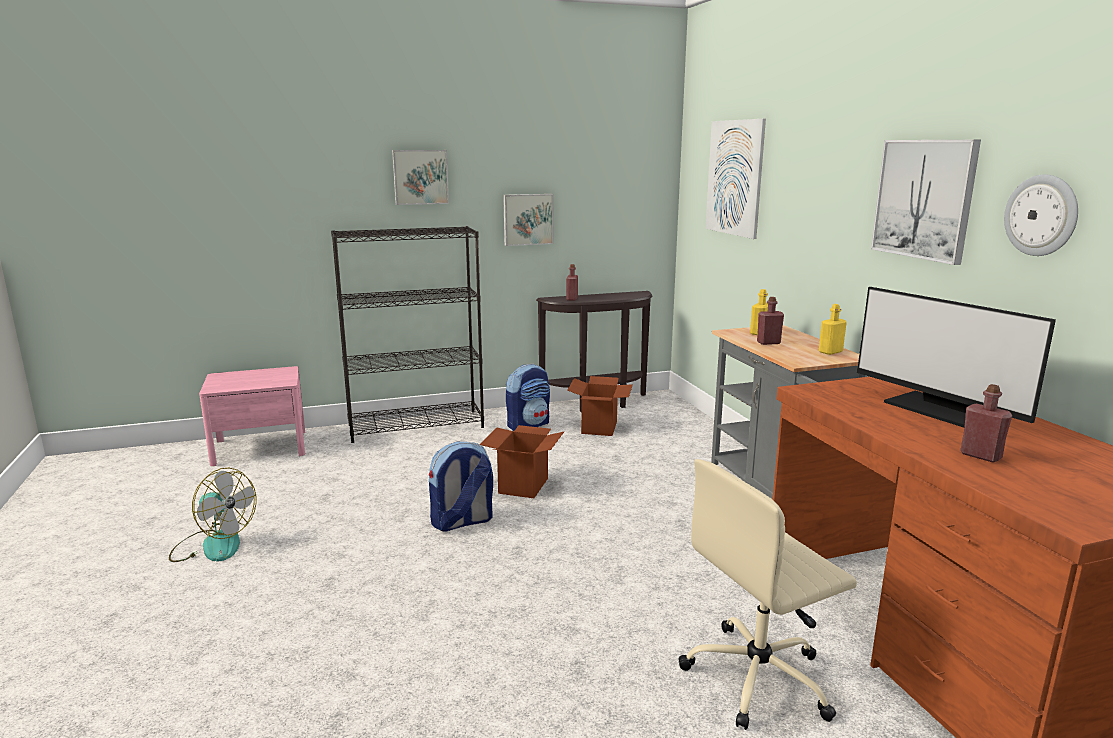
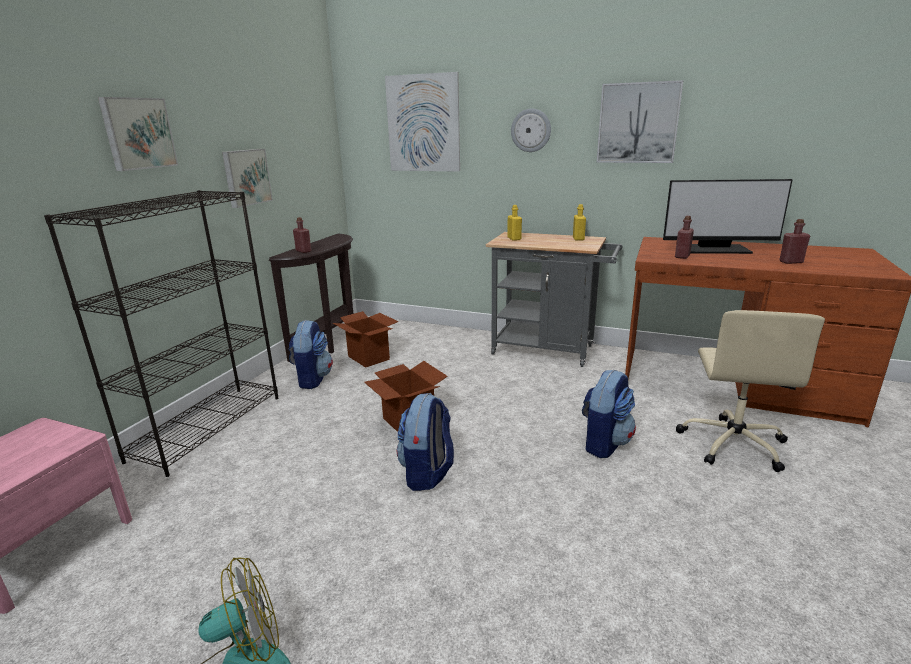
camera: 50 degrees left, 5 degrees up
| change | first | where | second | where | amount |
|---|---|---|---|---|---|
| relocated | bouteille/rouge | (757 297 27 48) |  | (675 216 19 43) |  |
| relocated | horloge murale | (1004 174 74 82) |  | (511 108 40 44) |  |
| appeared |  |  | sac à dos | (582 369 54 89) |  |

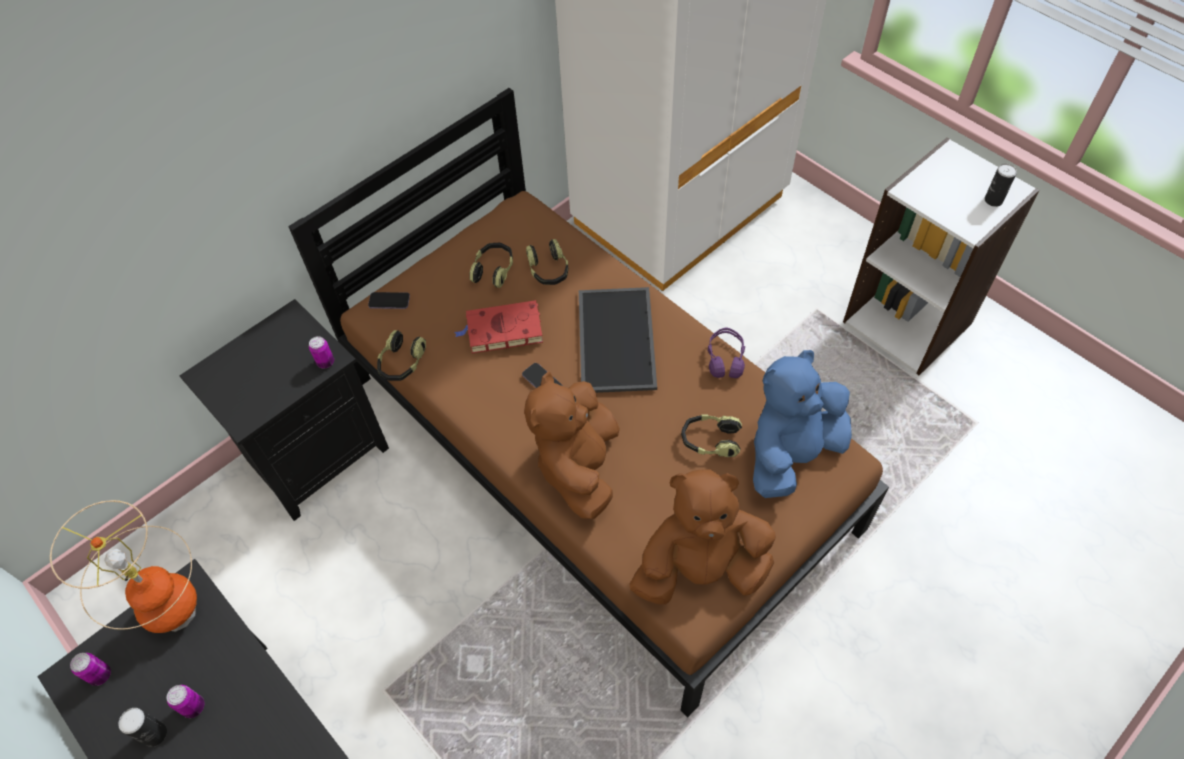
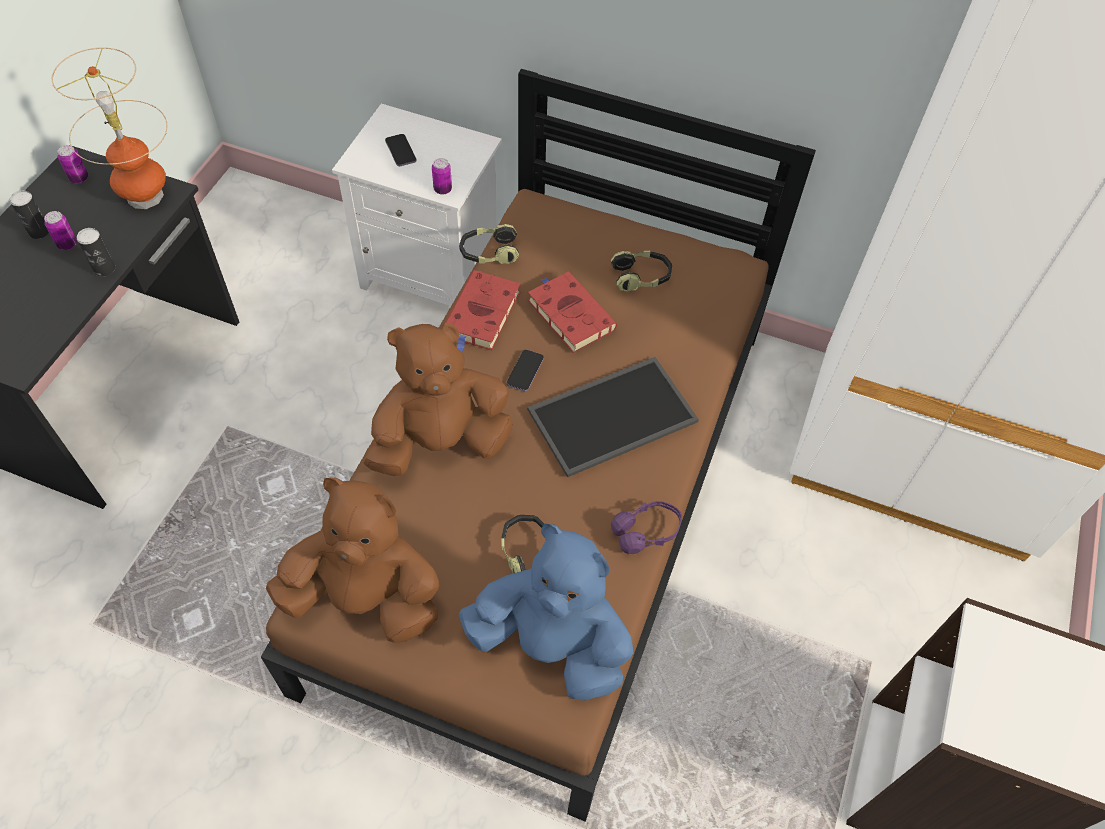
camera: 60 degrees right, 0 degrees up
| change | first | where | second | where | amount |
|---|---|---|---|---|---|
| colour | table de chevet/noir | (179 299 210 222) | table de chevet/blanc | (332 104 170 202) |  |
| relocated | téléphone | (368 292 42 17) |  | (385 134 32 32) |  |
| missing | casque audio | (526 239 42 46) |  |  |  |
| spun | peluche/marron | (630 469 146 136) |  | (266 478 174 165) | 45 degrees counterclockwise |
| relocated | boîte métallique | (985 164 32 43) |  | (77 228 38 49) |  |
| appeared |  |  | livre/rouge | (445 270 75 82) |  |

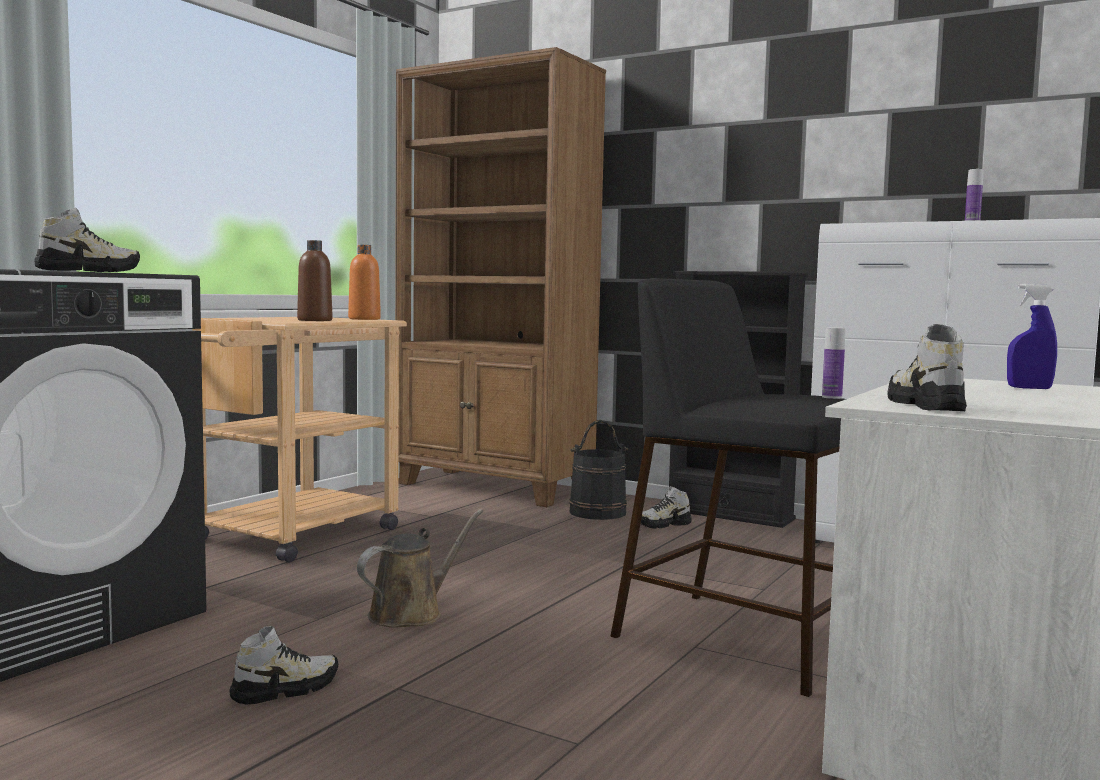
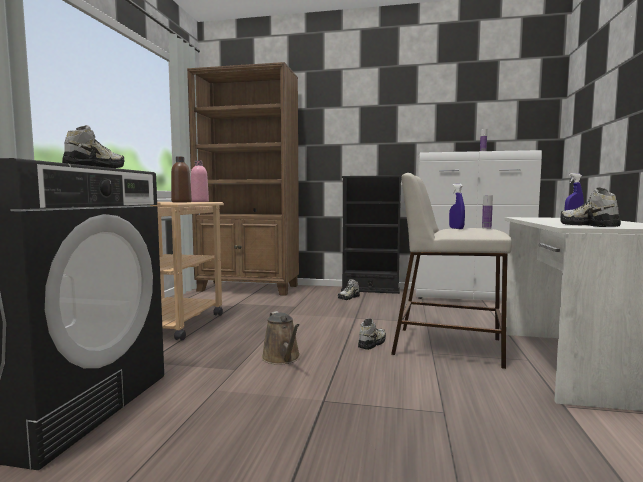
camera: 20 degrees left, 0 degrees up
| change | first | where | second | where | amount |
|---|---|---|---|---|---|
| relocated | chaussure | (229 626 109 78) |  | (358 318 28 32) |  |
| colour | bouteille/orange | (348 245 33 75) | bouteille/rose | (191 160 18 42) |  |
| spun | arrosoir/marron | (357 509 126 119) |  | (262 311 38 54) | 135 degrees clockwise |
| missing | seau/noir | (569 420 59 100) |  |  |  |
| colour | tabouret/noir | (610 278 236 419) | tabouret/beige | (391 173 121 196) |  |
| appeared |  |  | vaporisateur/bleu | (449 184 16 45) |  |

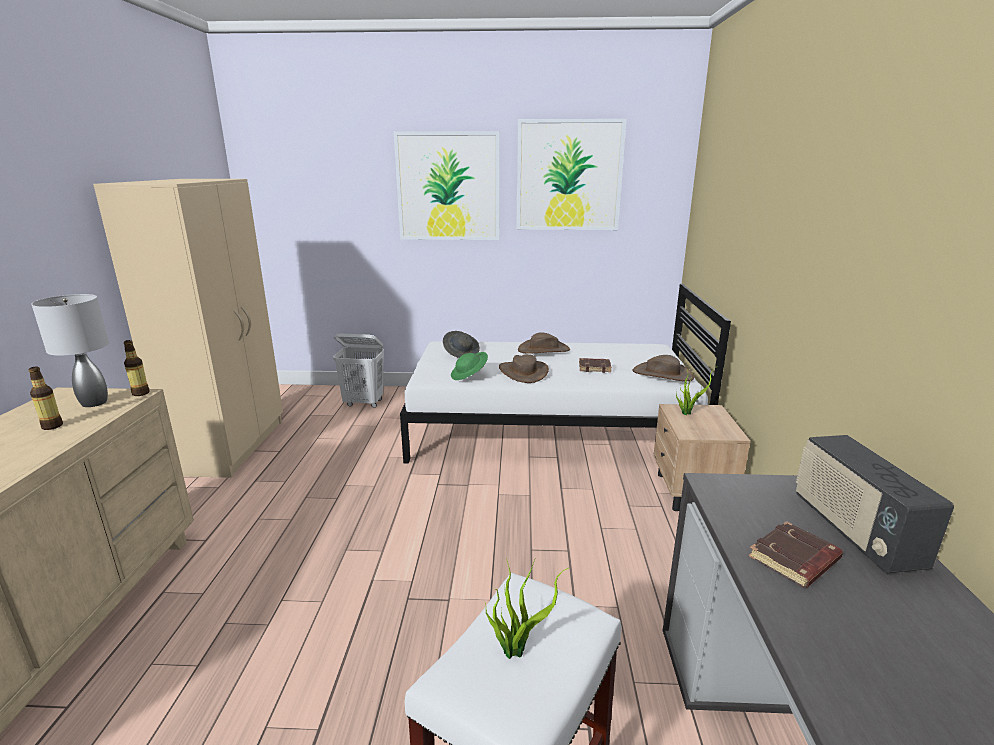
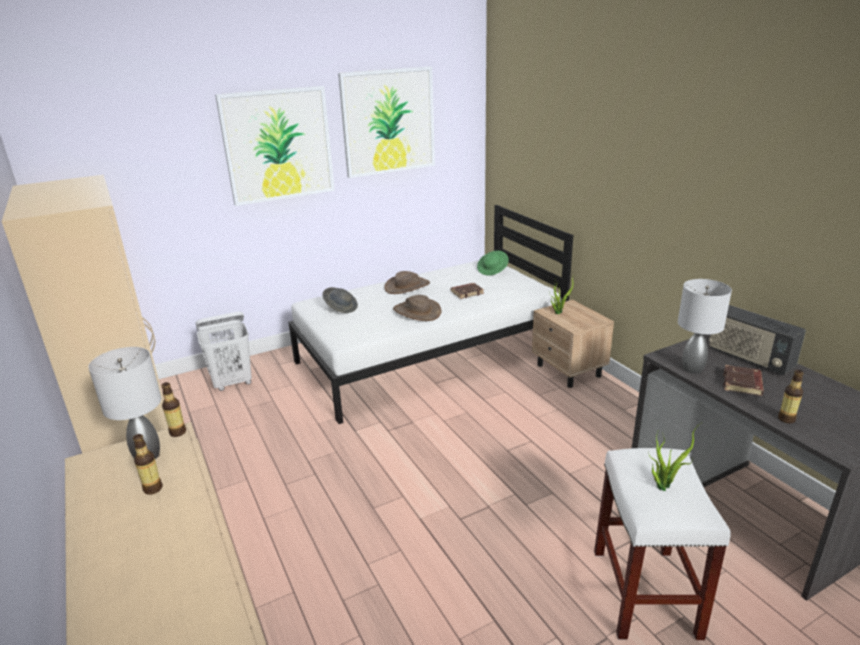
camera: 30 degrees left, 5 degrees up
| change | first | where | second | where | amount |
|---|---|---|---|---|---|
| relocated | chapeau/vert | (451 352 37 28) |  | (477 251 32 25) |  |
| missing | chapeau/marron | (632 355 62 26) |  |  |  |
| appeared |  |  | lampe de table/gris | (678 279 54 95) |  |
| appeared |  |  | bouteille | (778 370 26 53) |  |

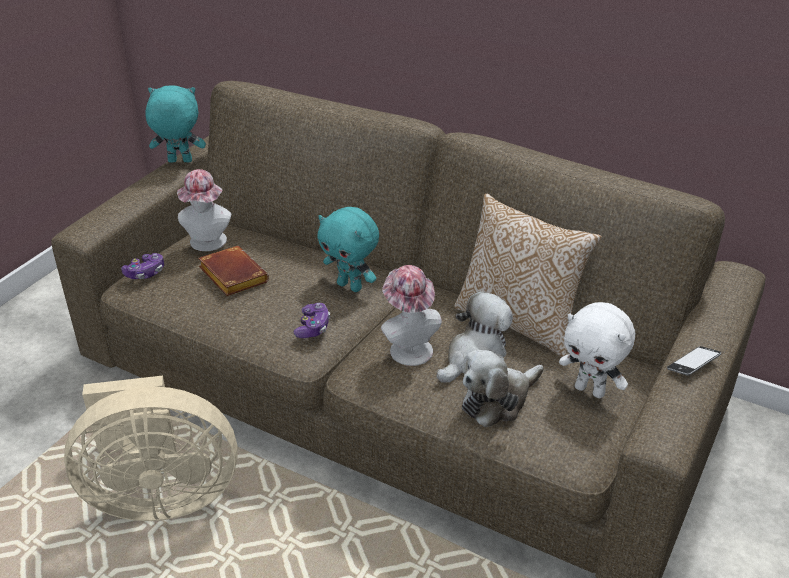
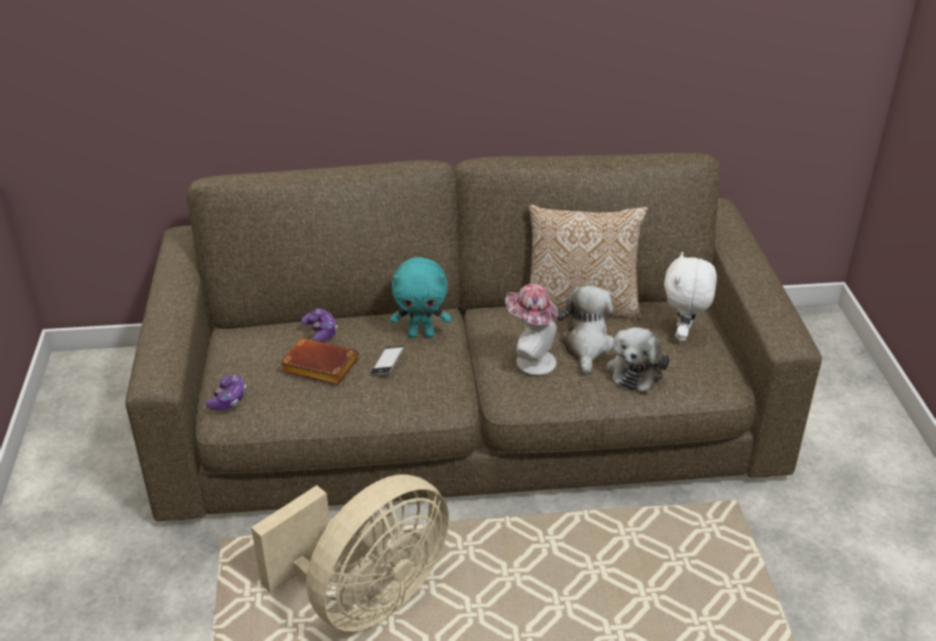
camera: 35 degrees left, 0 degrees up
| change | first | where | second | where | amount |
|---|---|---|---|---|---|
| missing | peluche/turquoise | (145 86 61 77) |  |  |  |
| missing | chapeau | (177 169 55 82) |  |  |  |
| relocated | manette | (294 303 36 35) |  | (301 309 36 33) |  |
| spun | peluche/blanc | (559 302 76 96) |  | (664 251 53 90) | 105 degrees clockwise |
| relocated | téléphone | (667 346 54 29) |  | (370 346 35 30) |  |

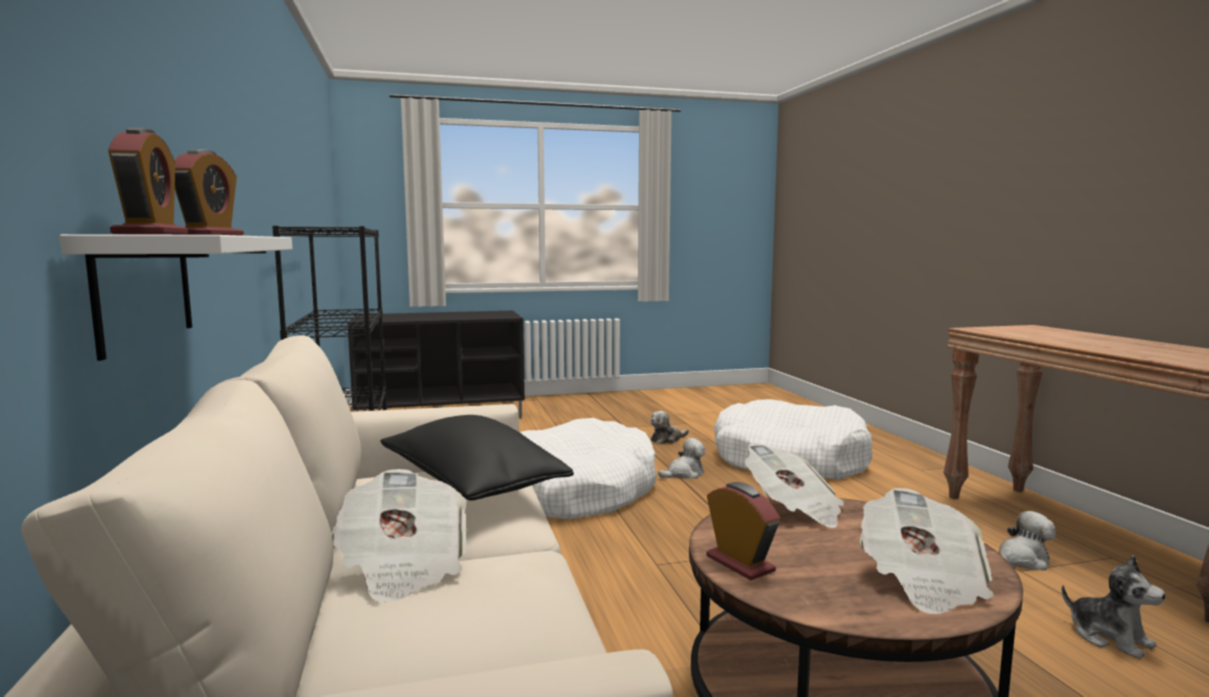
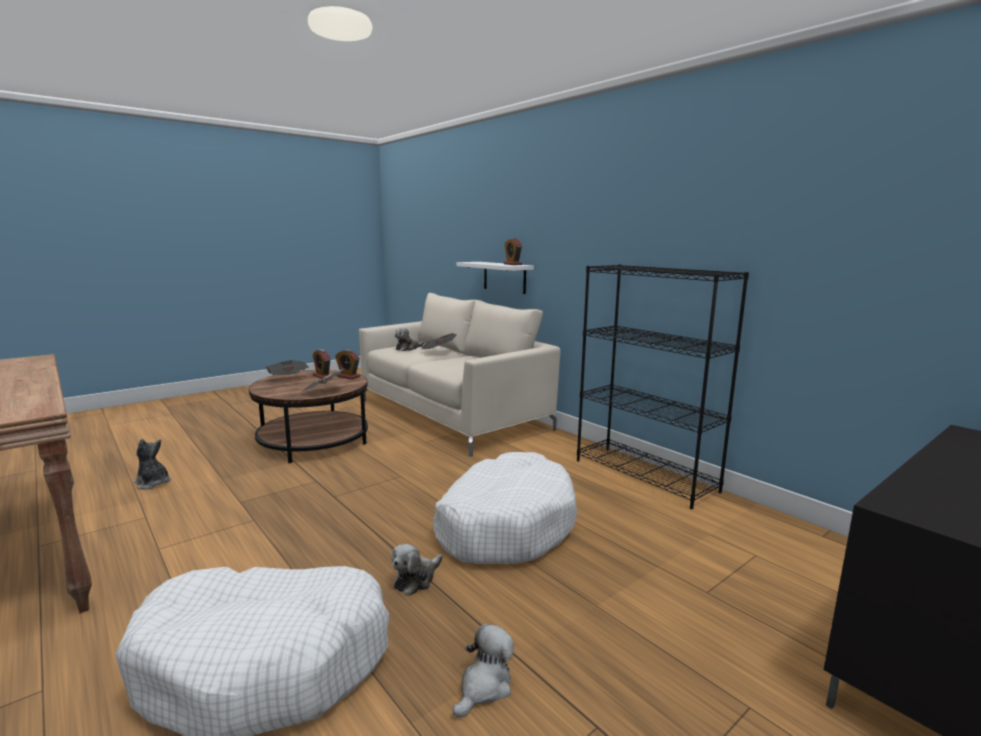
camera: 155 degrees right, 5 degrees up
| change | first | where | second | where | amount |
|---|---|---|---|---|---|
| relocated | réveil | (108 127 80 108) |  | (313 349 18 30) |  |
| missing | coussin/noir | (381 415 193 85) |  |  |  |
| relocated | peluche | (999 511 57 60) |  | (395 327 29 24) |  |

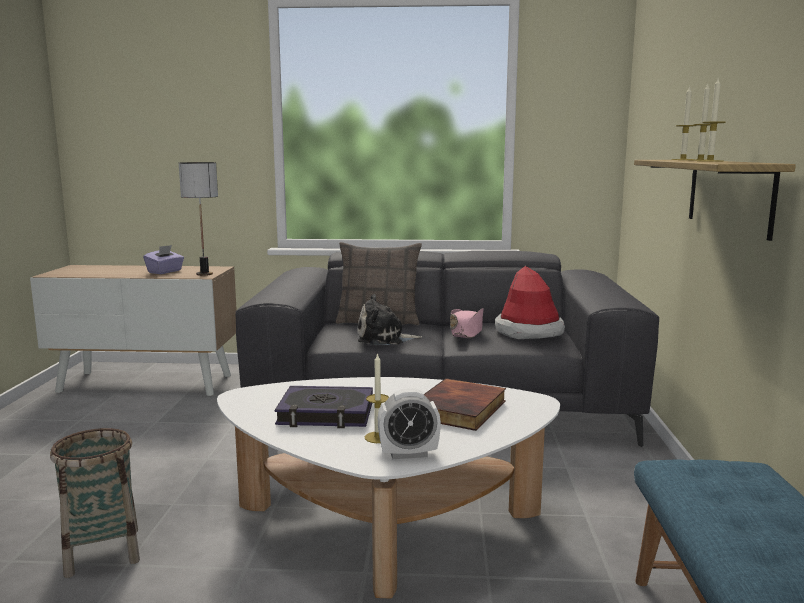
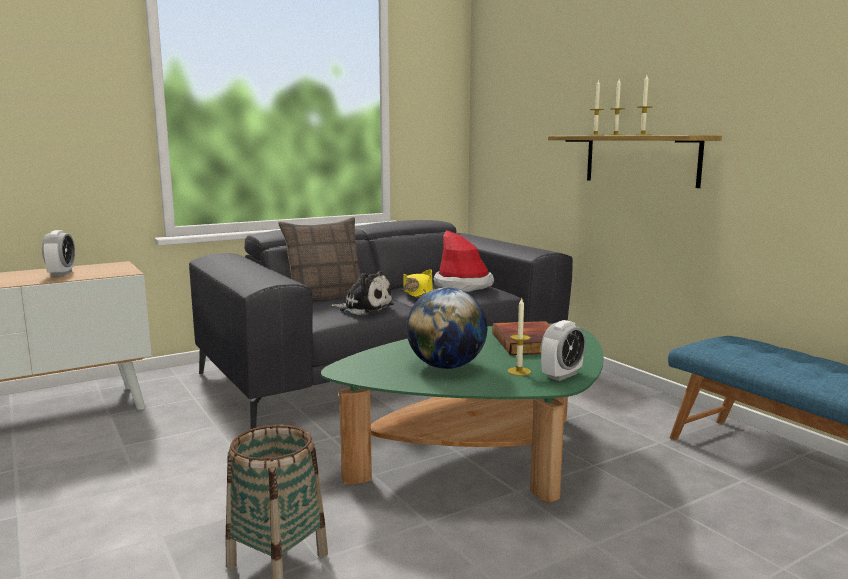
camera: 35 degrees left, 0 degrees up
| change | first | where | second | where | amount |
|---|---|---|---|---|---|
| exchanged | boîte à mouchoirs/violet | (143 245 41 29) | réveil | (42 230 33 47) |  |
| missing | lampe de table | (179 162 39 114) |  |  |  |
| colour | table basse/blanc | (217 377 343 222) | table basse/vert | (321 323 282 180) |  |
| exchanged | livre | (275 386 98 42) | globe | (406 288 81 81) |  |
| spun | peluche | (358 294 64 51) |  | (331 271 63 44) | 120 degrees counterclockwise |
| colour | chapeau/rose | (450 308 34 30) | chapeau/jaune | (403 269 30 28) |  |

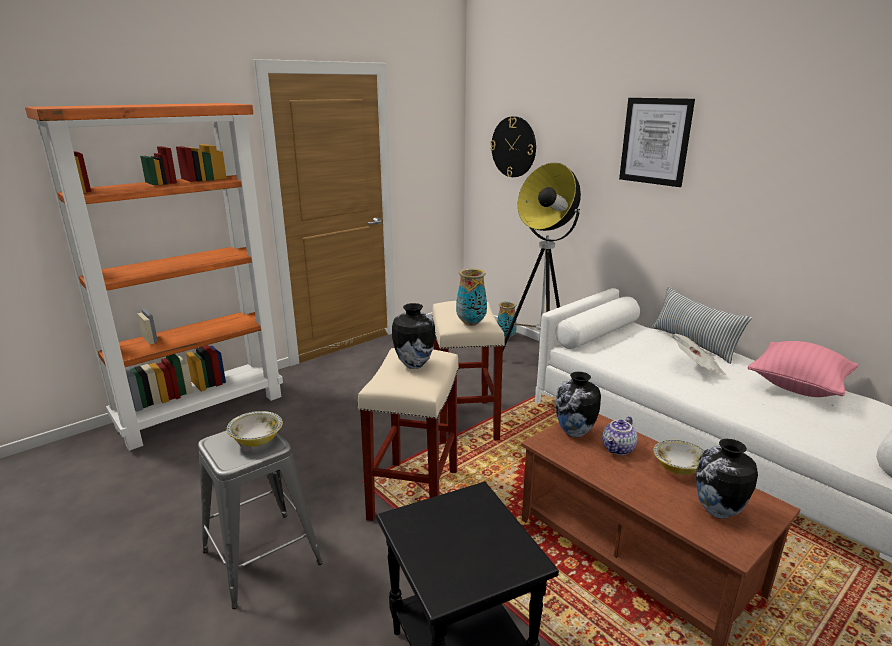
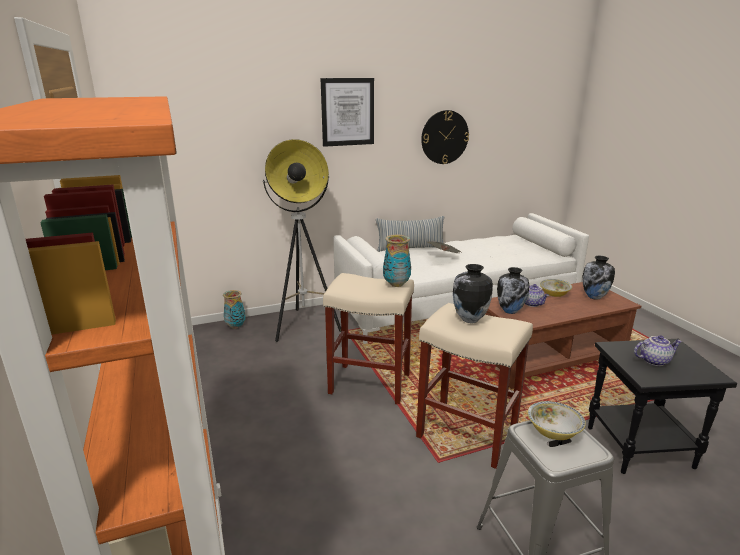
camera: 70 degrees left, 0 degrees up
| change | first | where | second | where | amount |
|---|---|---|---|---|---|
| relocated | horloge murale | (490 116 46 61) |  | (421 110 48 54) |  |
| missing | coussin/rose | (747 341 111 56) |  |  |  |
| appeared |  |  | théière | (634 335 48 31) |  |

